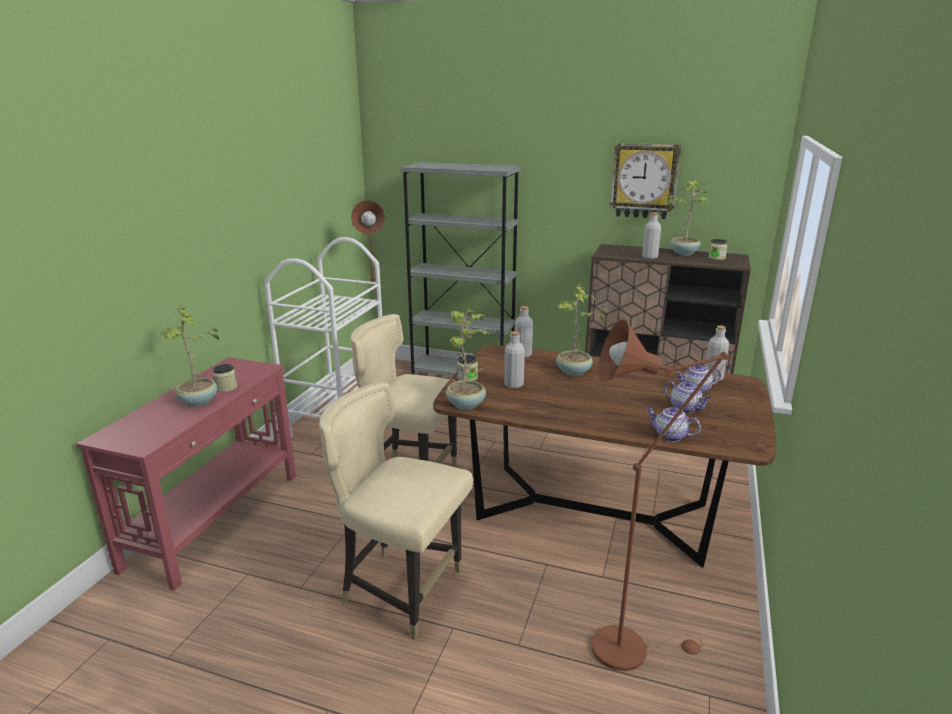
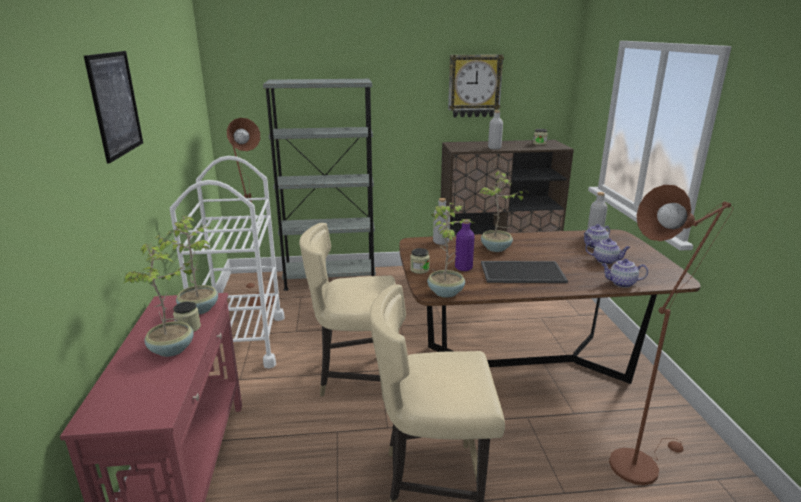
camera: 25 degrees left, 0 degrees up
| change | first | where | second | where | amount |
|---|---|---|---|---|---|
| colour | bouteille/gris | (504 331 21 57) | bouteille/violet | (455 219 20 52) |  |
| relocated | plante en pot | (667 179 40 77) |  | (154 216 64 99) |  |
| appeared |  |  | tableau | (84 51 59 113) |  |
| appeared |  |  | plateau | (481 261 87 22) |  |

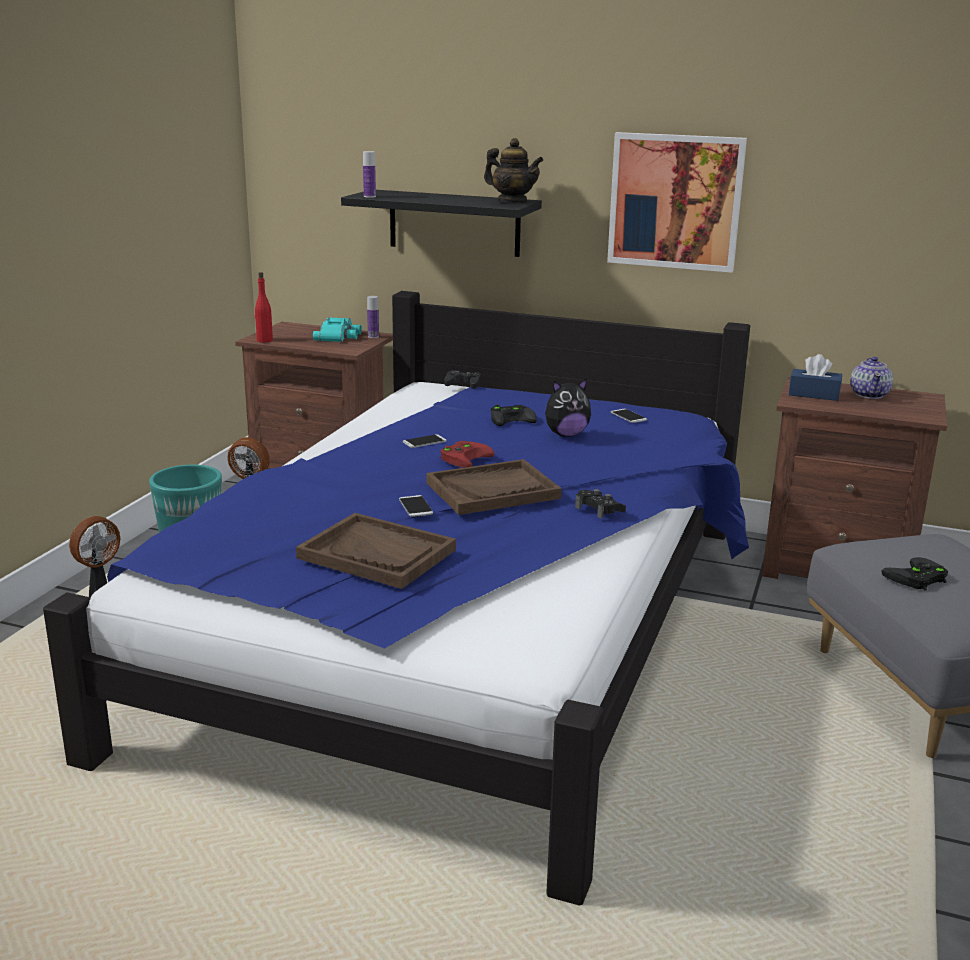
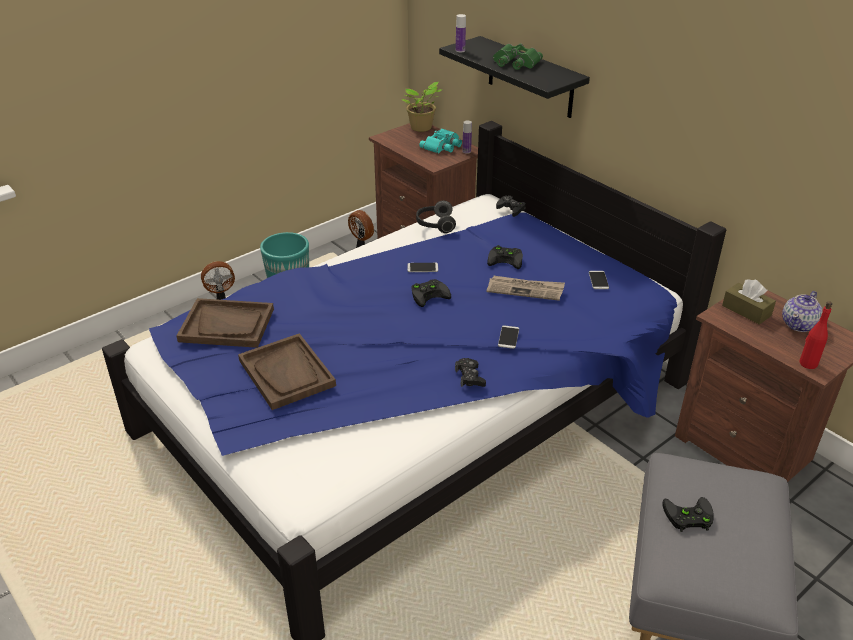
camera: 30 degrees right, 15 degrees up
| change | first | where | second | where | amount |
|---|---|---|---|---|---|
| relocated | bouteille/rouge | (255 272 18 70) |  | (800 301 32 68) |  |
| relocated | téléphone | (399 495 34 22) |  | (498 325 21 24) |  |
| relocated | plateau/marron | (426 459 136 56) |  | (176 298 98 50) |  |
| colour | manette/rouge | (440 441 55 27) | manette/noir | (411 279 40 28) |  |
| missing | théière | (484 138 59 65) |  |  |  |
| exchanged | peluche | (545 378 46 59) | journal | (487 276 78 25) |  |
| missing | tableau | (607 132 140 141) |  |  |  |
| colour | boîte à mouchoirs/bleu | (789 354 53 47) | boîte à mouchoirs/marron | (722 279 54 46) |  |
| appeared |  |  | plante en pot | (402 82 40 50) |  |
| appeared |  |  | casque audio | (416 200 40 33) |  |
| appeared |  |  | jumelles/vert | (493 43 50 27) |  |

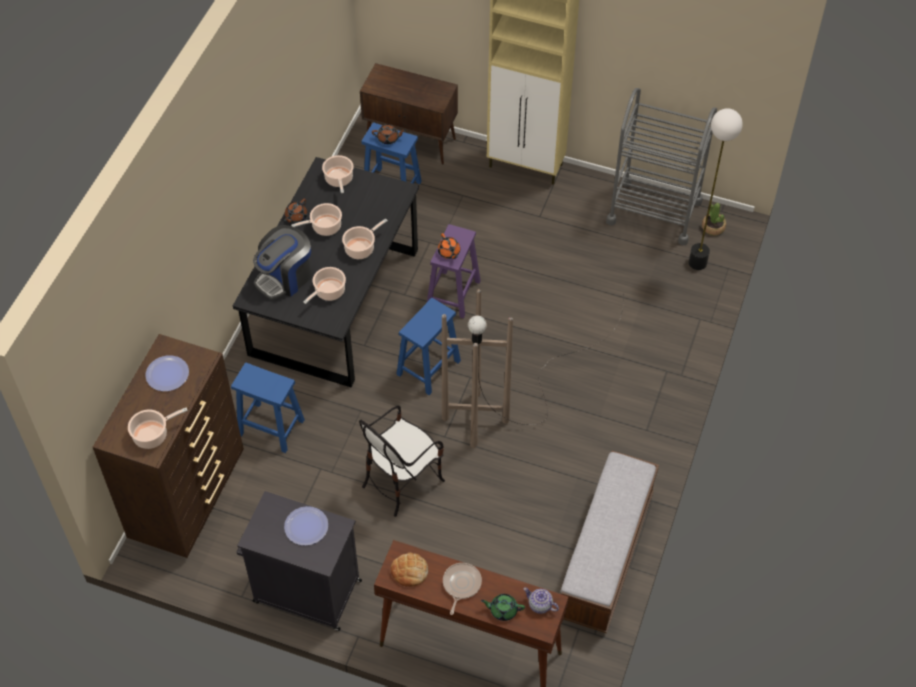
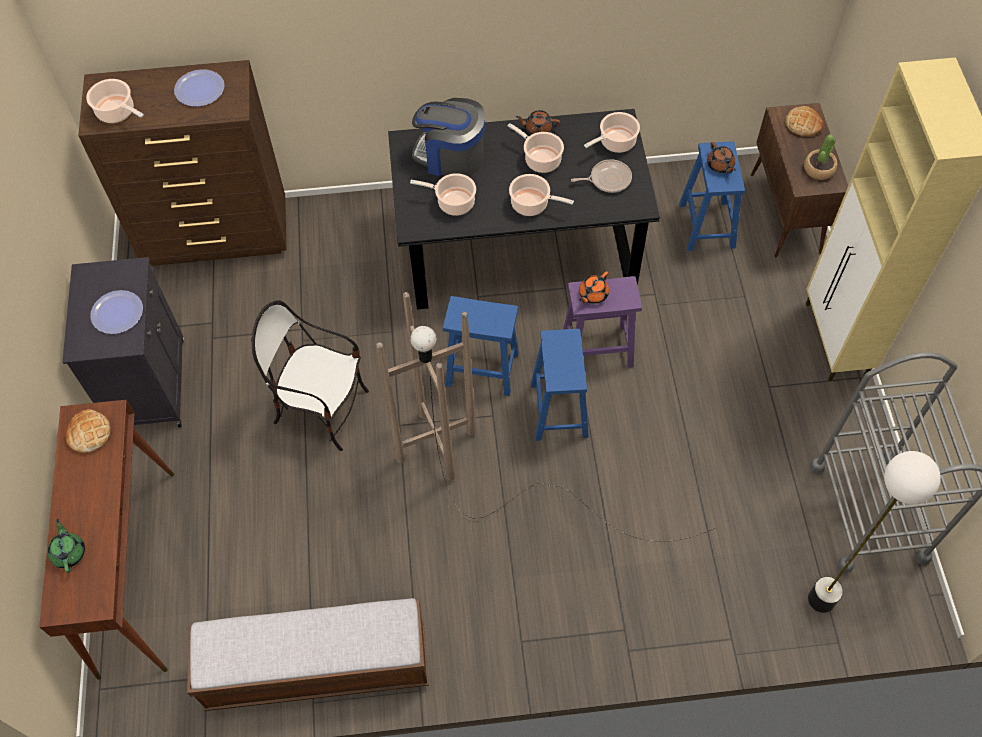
camera: 65 degrees right, 5 degrees up
| change | first | where | second | where | amount |
|---|---|---|---|---|---|
| relocated | tabouret/bleu | (231 363 74 90) |  | (531 329 58 112) |  |
| relocated | poêle | (443 563 39 52) |  | (571 159 61 34) |  |
| missing | théière | (523 587 36 27) |  |  |  |
| relocated | plante en pot | (702 203 24 32) |  | (804 134 33 46) |  |
| appeared |  |  | pain | (785 106 39 30) |  |

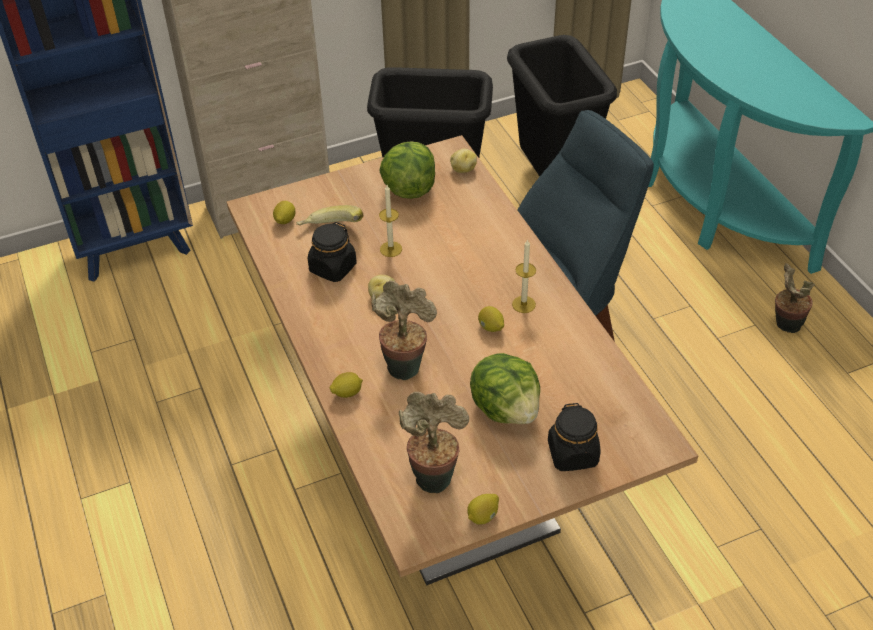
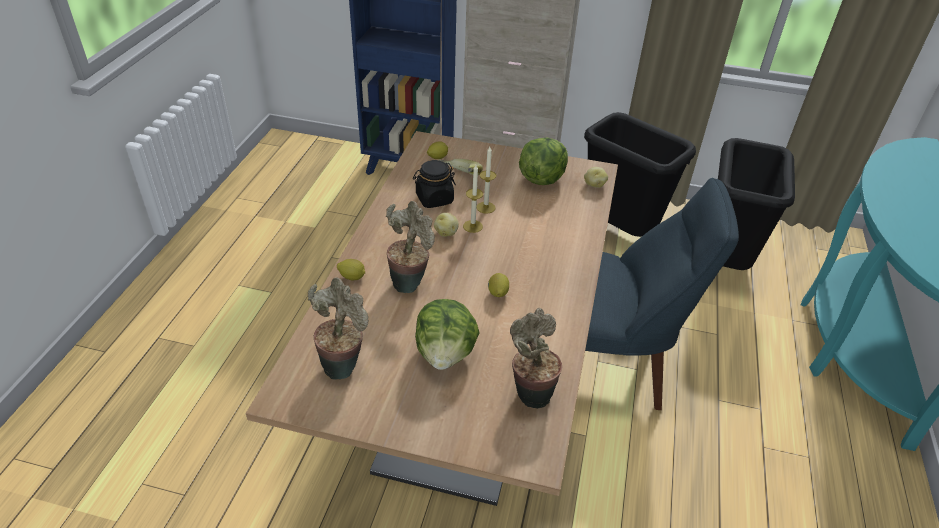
camera: 35 degrees right, 5 degrees down
| change | first | where | second | where | amount |
|---|---|---|---|---|---|
| missing | citron | (467 494 32 31) |  |  |  |
| relocated | bougie | (512 239 24 74) |  | (463 165 20 68) |  |
| missing | bocal/noir | (548 403 52 68) |  |  |  |
| relocated | plante en pot | (775 263 40 70) |  | (510 308 52 101) |  |

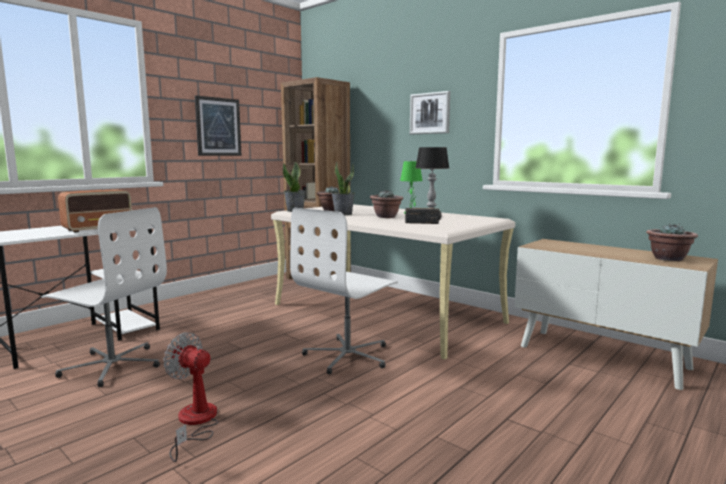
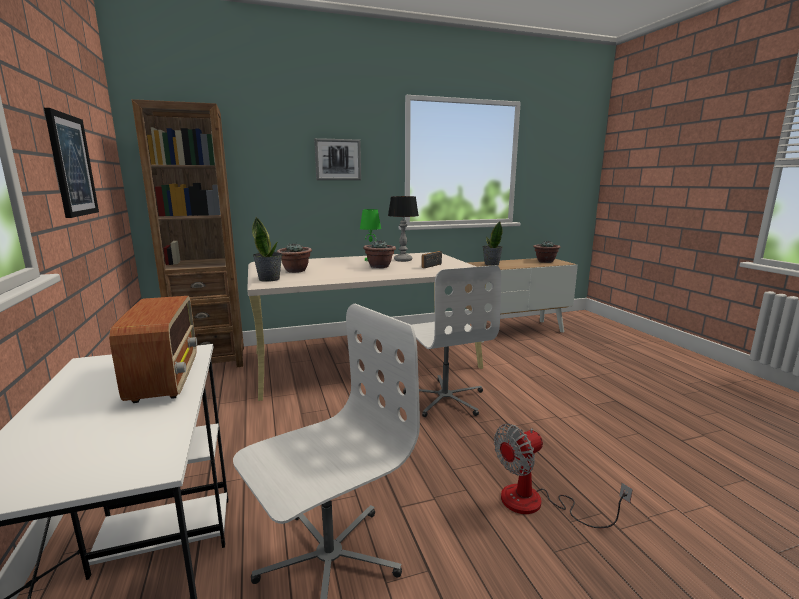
camera: 60 degrees left, 5 degrees up
| change | first | where | second | where | amount |
|---|---|---|---|---|---|
| relocated | plante en pot | (331 162 24 53) |  | (482 221 21 45) |  |

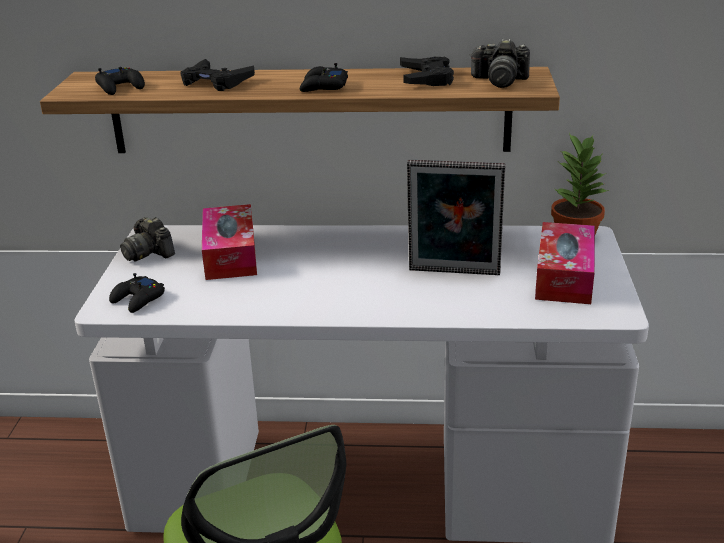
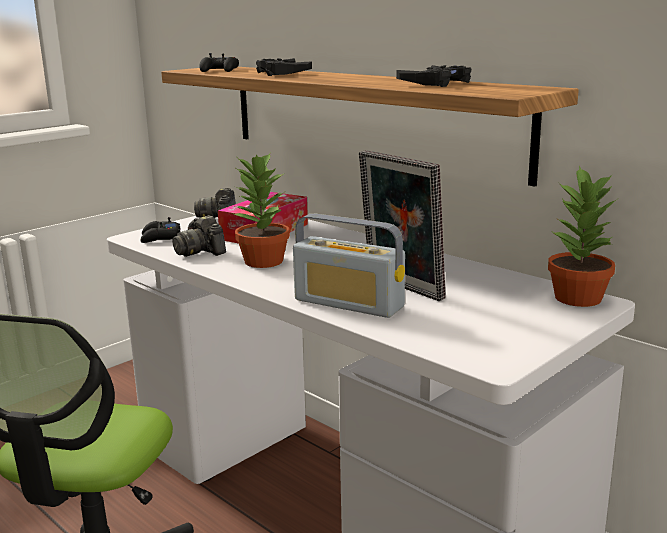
camera: 40 degrees right, 10 degrees down
| change | first | where | second | where | amount |
|---|---|---|---|---|---|
| missing | manette/noir | (300 63 48 29) |  |  |  |
| relocated | appareil photo | (469 39 61 49) |  | (172 215 54 42) |  |
| missing | boîte à mouchoirs | (535 222 60 82) |  |  |  |
| appeared |  |  | plante en pot | (232 153 58 115) |  |
| appeared |  |  | radio | (293 214 112 104) |  |

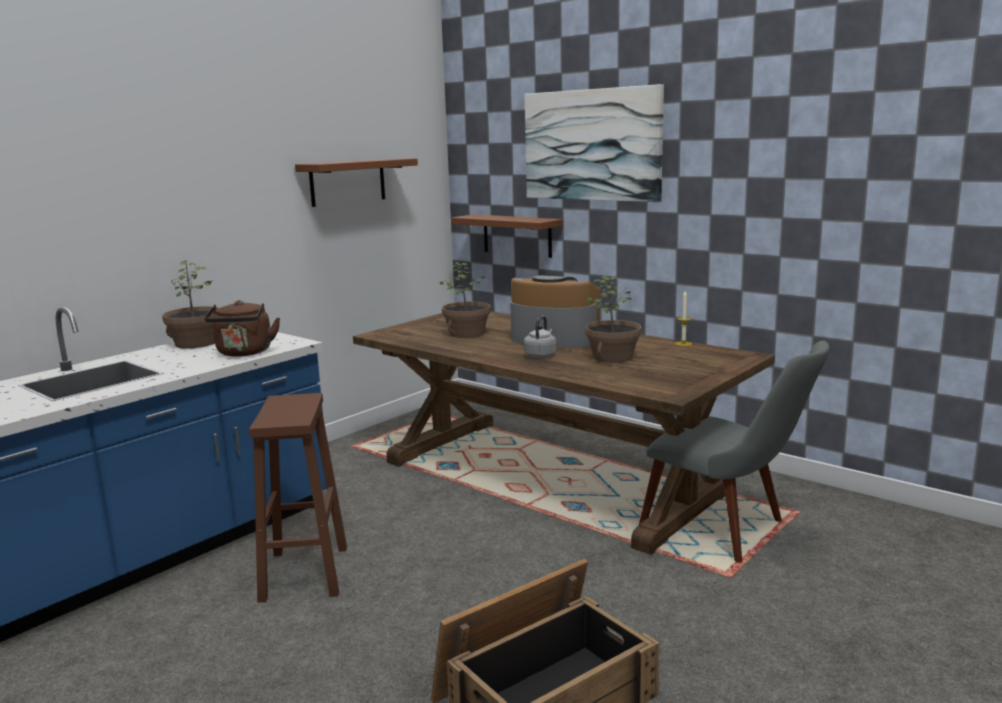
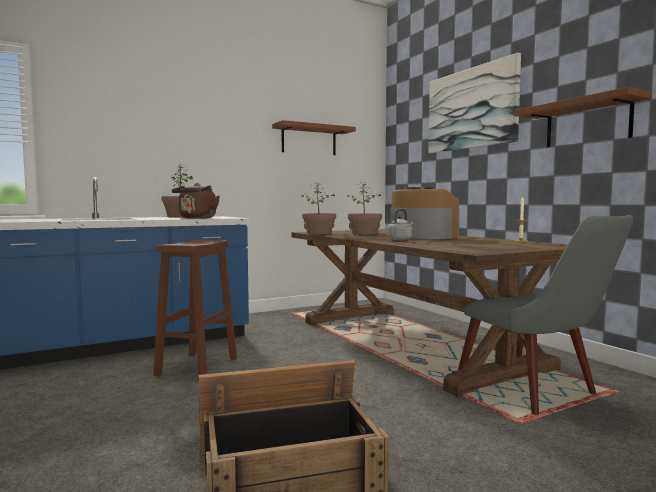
camera: 20 degrees right, 10 degrees down
| change | first | where | second | where | amount |
|---|---|---|---|---|---|
| relocated | étagère/marron | (451 214 112 44) |  | (515 87 137 60) |  |
| relocated | plante en pot | (585 276 56 87) |  | (302 183 34 51) |  |

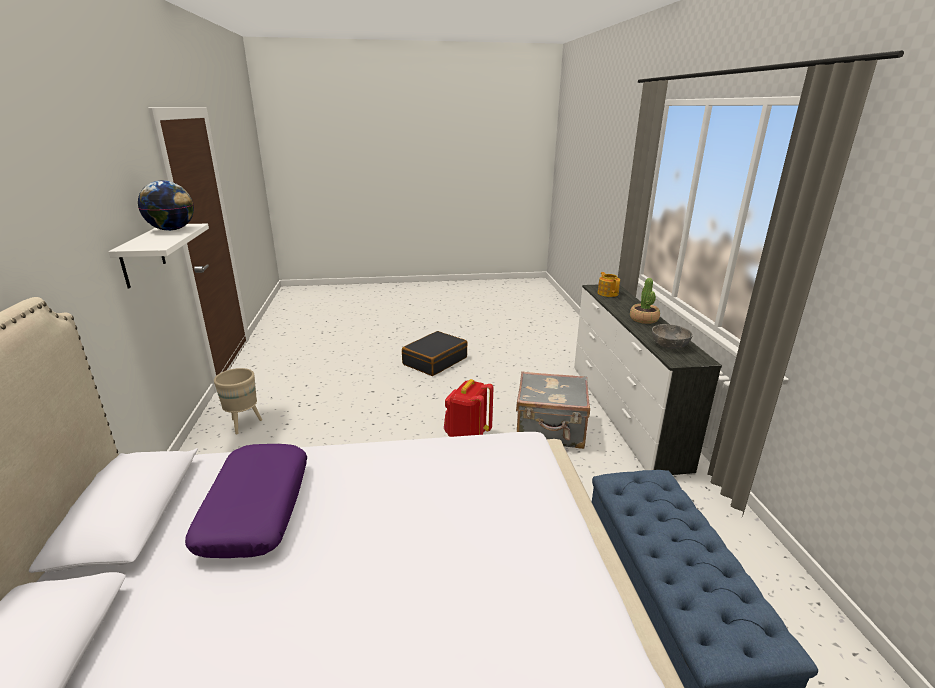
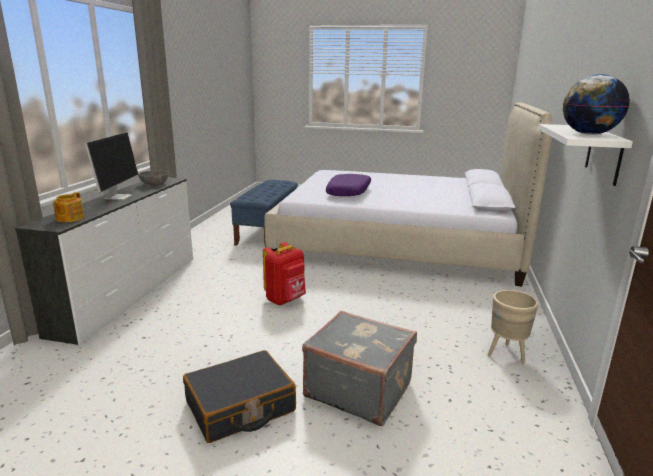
camera: 160 degrees left, 5 degrees down
| change | first | where | second | where | amount |
|---|---|---|---|---|---|
| relocated | coussin/violet | (185 444 122 114) |  | (326 174 45 22) |  |
| relocated | valise/gris | (516 371 74 78) |  | (302 311 115 115) |  |
| exchanged | plante en pot | (630 278 30 46) | écran d'ordinateur | (85 132 53 68) |  |

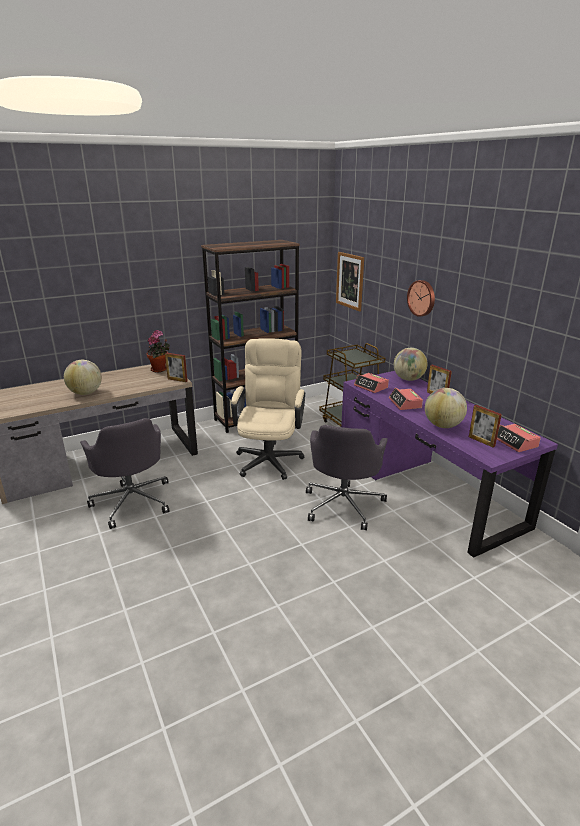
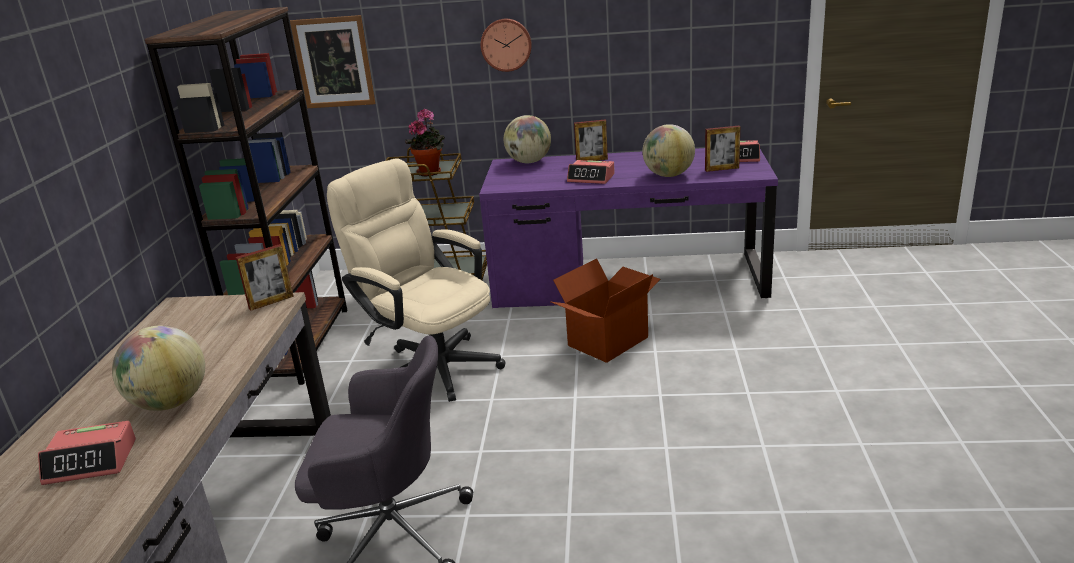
camera: 55 degrees left, 0 degrees up
| change | first | where | second | where | amount |
|---|---|---|---|---|---|
| relocated | plante en pot | (147 330 23 43) |  | (405 108 40 68) |  |
| exchanged | chaise de bureau/gris | (306 425 82 105) | carton | (551 259 109 104) |  |
| relocated | réveil | (354 373 35 20) |  | (38 421 98 64) |  |

